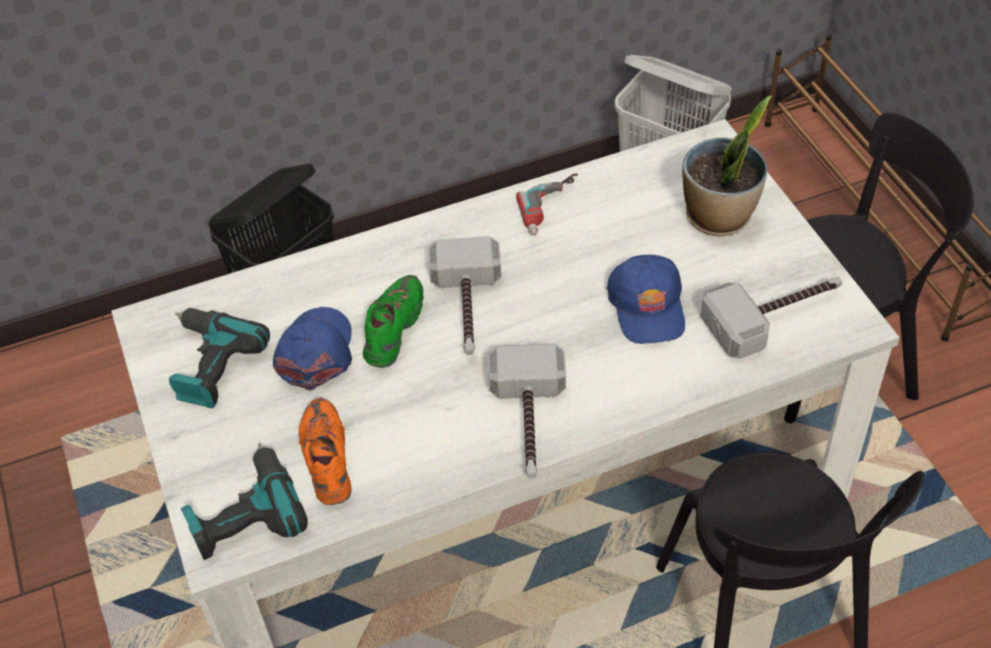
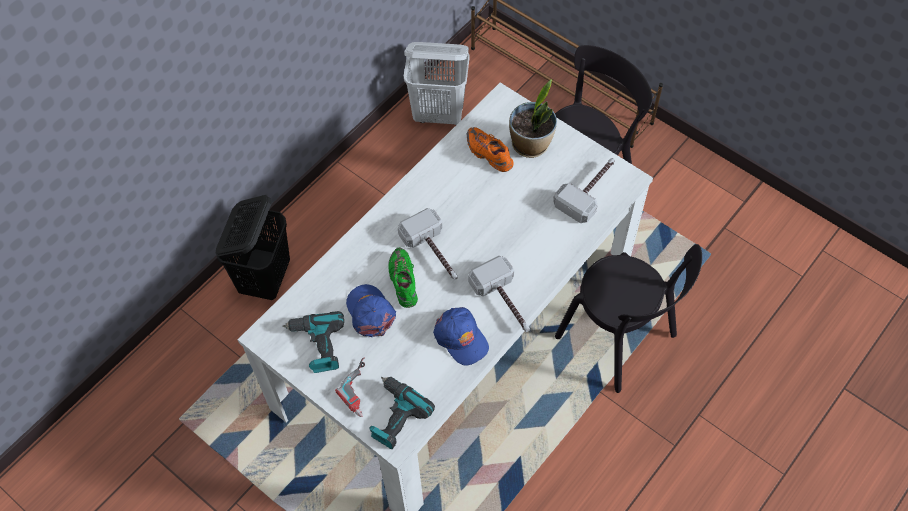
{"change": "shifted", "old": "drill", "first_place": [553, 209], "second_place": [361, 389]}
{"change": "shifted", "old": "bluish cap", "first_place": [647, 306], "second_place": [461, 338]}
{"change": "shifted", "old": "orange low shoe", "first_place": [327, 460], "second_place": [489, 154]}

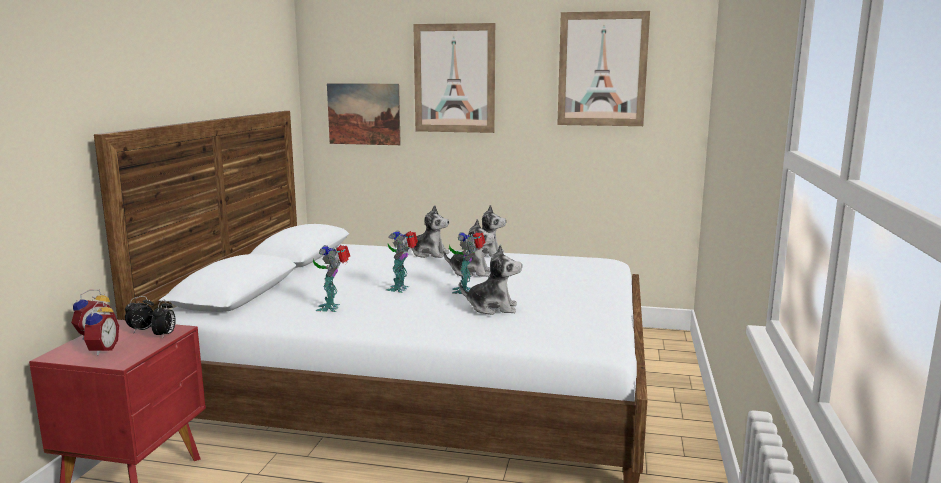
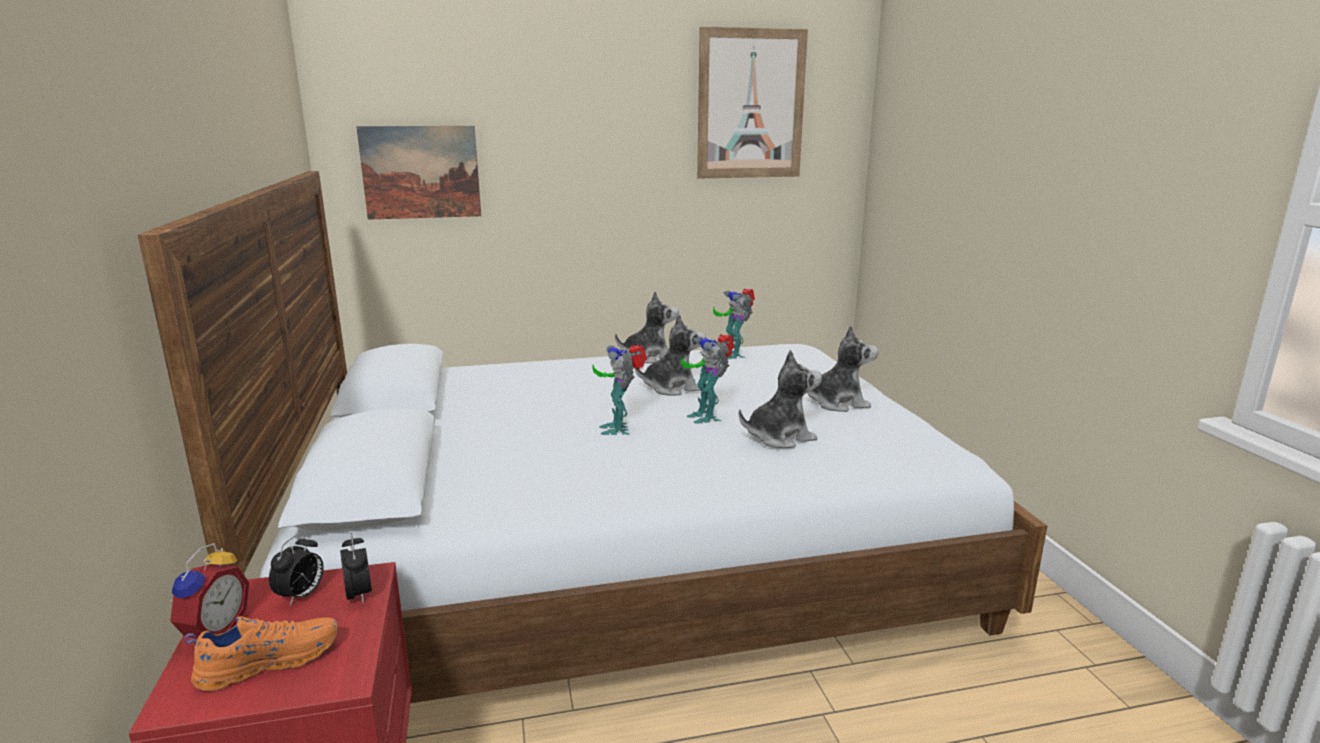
{"change": "swapped", "old": "table clock", "new": "orange low shoe", "first_place": [101, 350], "second_place": [269, 661]}
{"change": "shifted", "old": "model robot", "first_place": [331, 307], "second_place": [733, 354]}
{"change": "shifted", "old": "plush toy", "first_place": [429, 254], "second_place": [837, 403]}
{"change": "gone", "old": "wall picture", "first_place": [454, 78]}

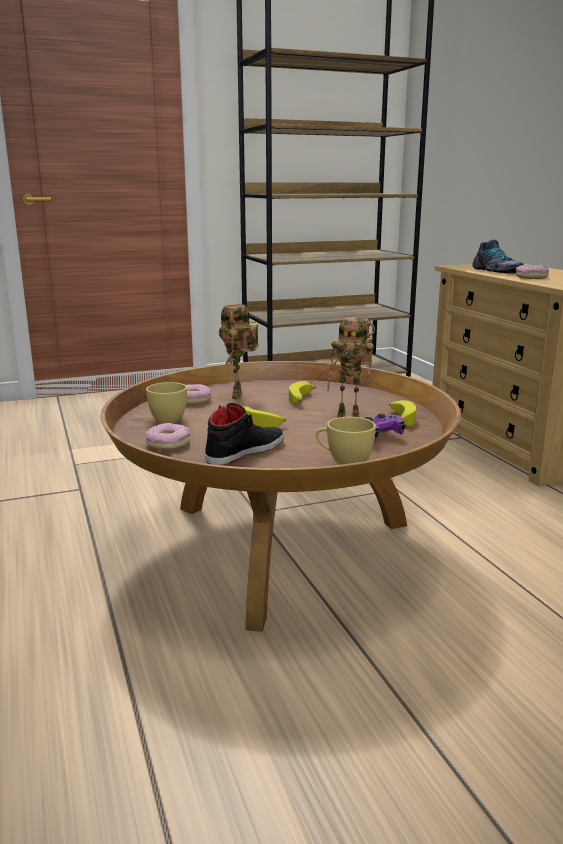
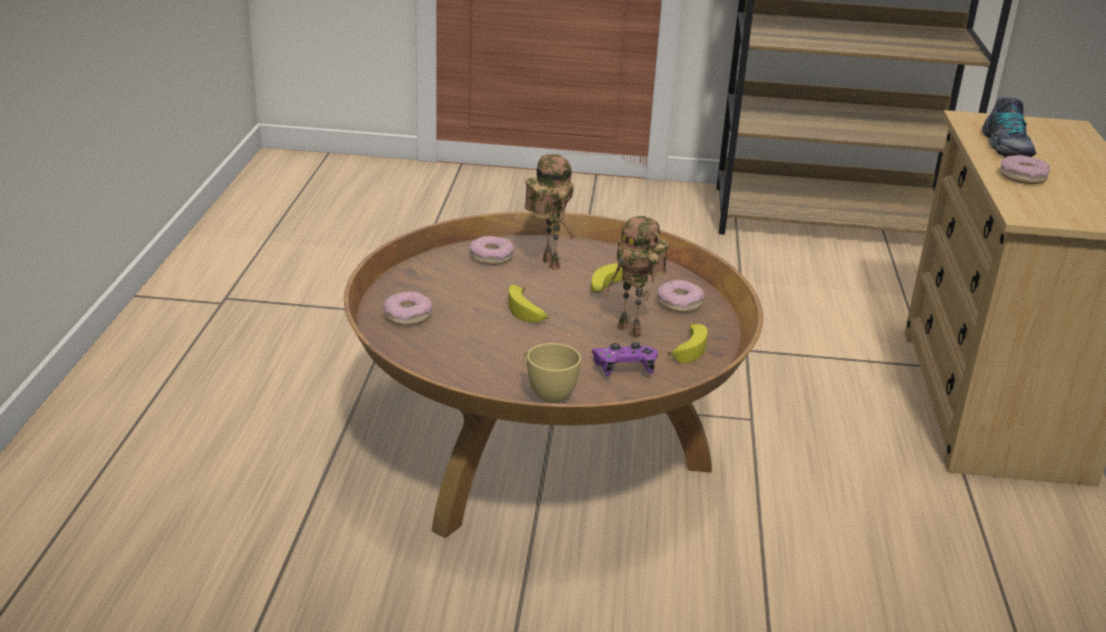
{"change": "rotated", "old": "model robot", "first_place": [239, 396], "second_place": [547, 264], "degrees": 120}
{"change": "new", "new": "ring doughnut", "second_place": [679, 303]}
{"change": "gone", "old": "yellow small cup", "first_place": [169, 418]}
{"change": "gone", "old": "black low shoe", "first_place": [245, 451]}

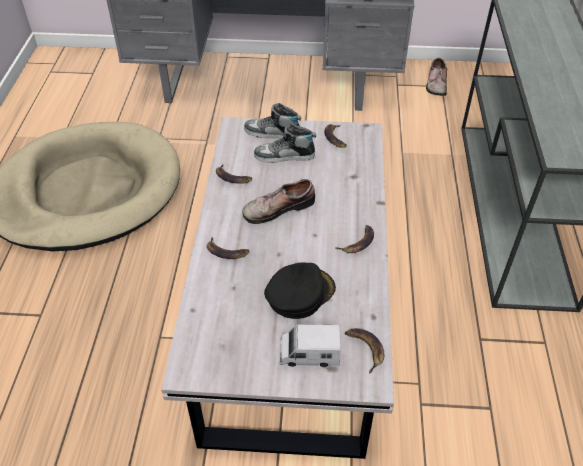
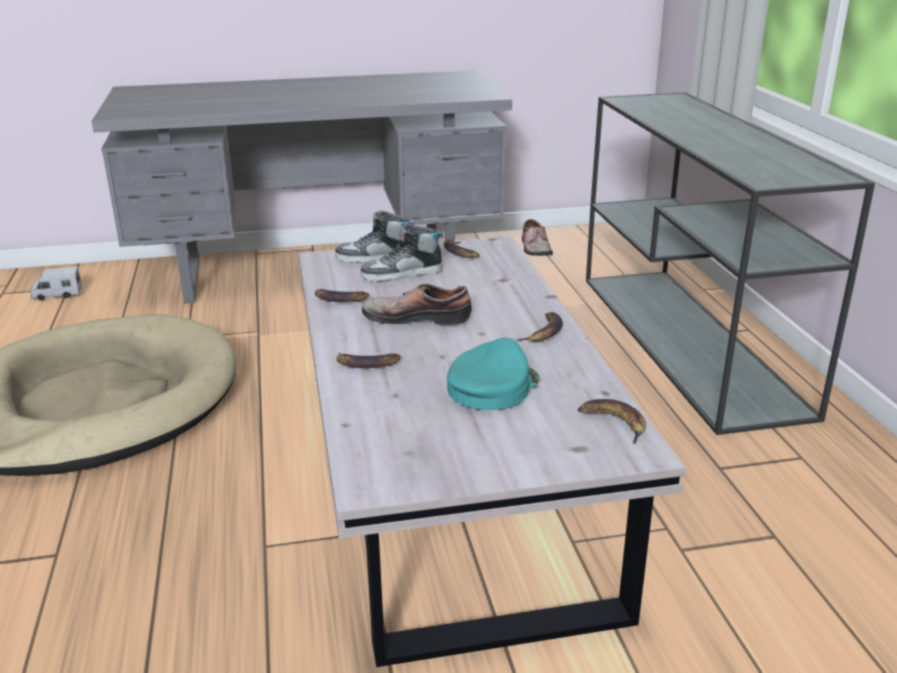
{"change": "shifted", "old": "toy truck", "first_place": [309, 354], "second_place": [57, 294]}
{"change": "rotated", "old": "low shoe", "first_place": [277, 207], "second_place": [417, 316], "degrees": 45}
{"change": "repainted", "old": "black cap", "new": "turquoise-coloured cap", "first_place": [299, 293], "second_place": [492, 386]}

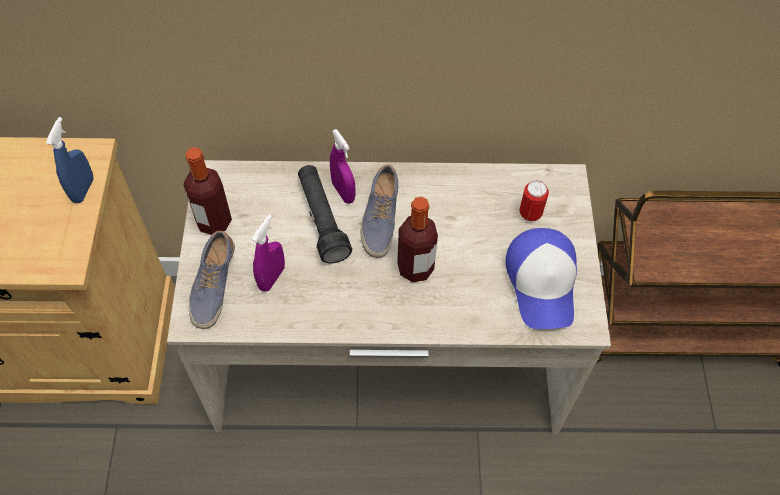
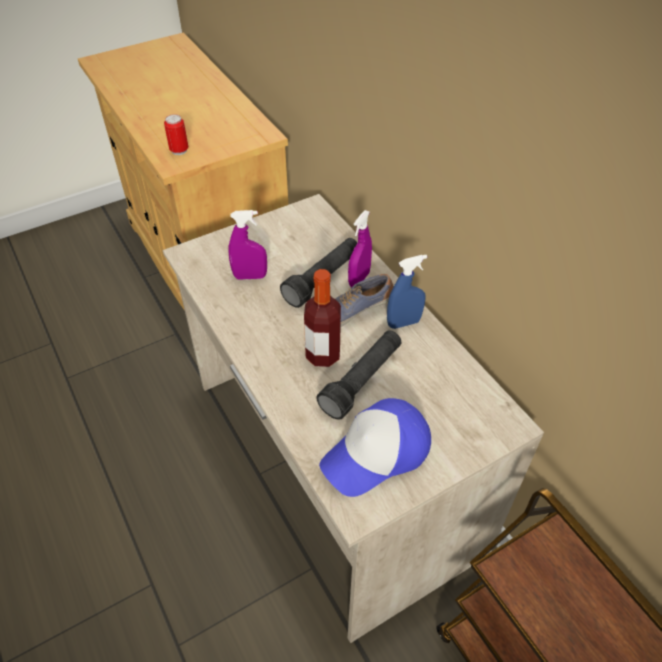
{"change": "shifted", "old": "can", "first_place": [530, 214], "second_place": [179, 150]}
{"change": "new", "new": "black hand torch", "second_place": [362, 380]}
{"change": "shifted", "old": "bluish spray bottle", "first_place": [83, 190], "second_place": [404, 323]}
{"change": "gone", "old": "bottle", "first_place": [214, 221]}
{"change": "gone", "old": "low shoe", "first_place": [213, 286]}

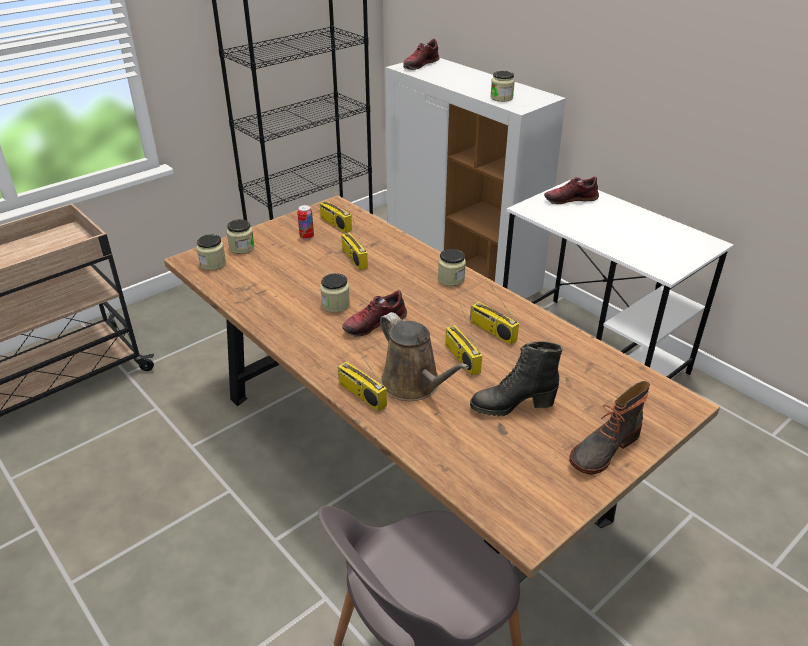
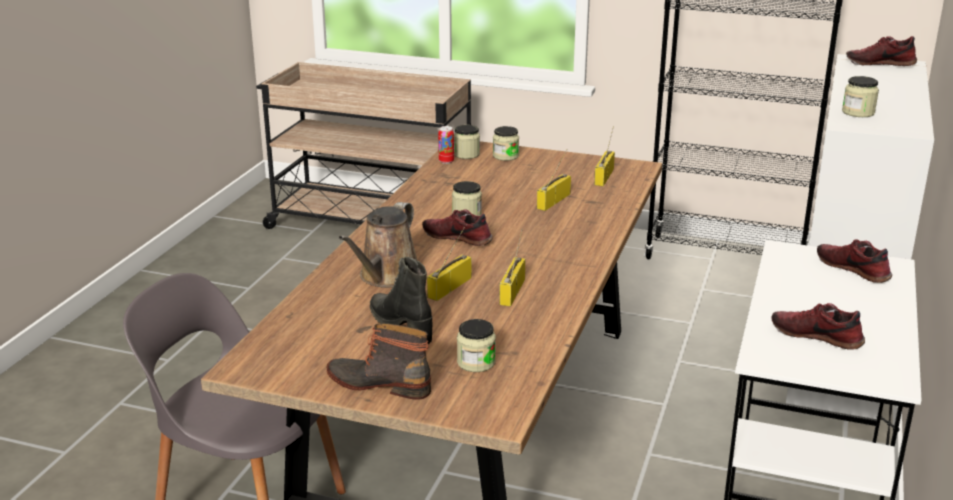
{"change": "shifted", "old": "can", "first_place": [306, 237], "second_place": [446, 161]}
{"change": "shifted", "old": "preserve jar", "first_place": [451, 279], "second_place": [476, 362]}
{"change": "new", "new": "low shoe", "second_place": [817, 336]}
{"change": "gone", "old": "radio receiver", "first_place": [360, 394]}

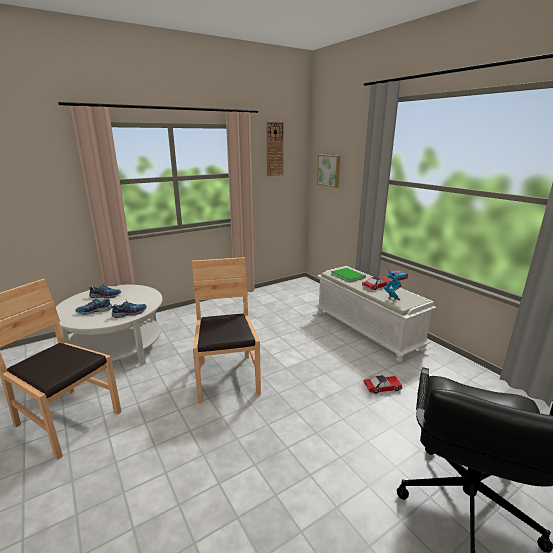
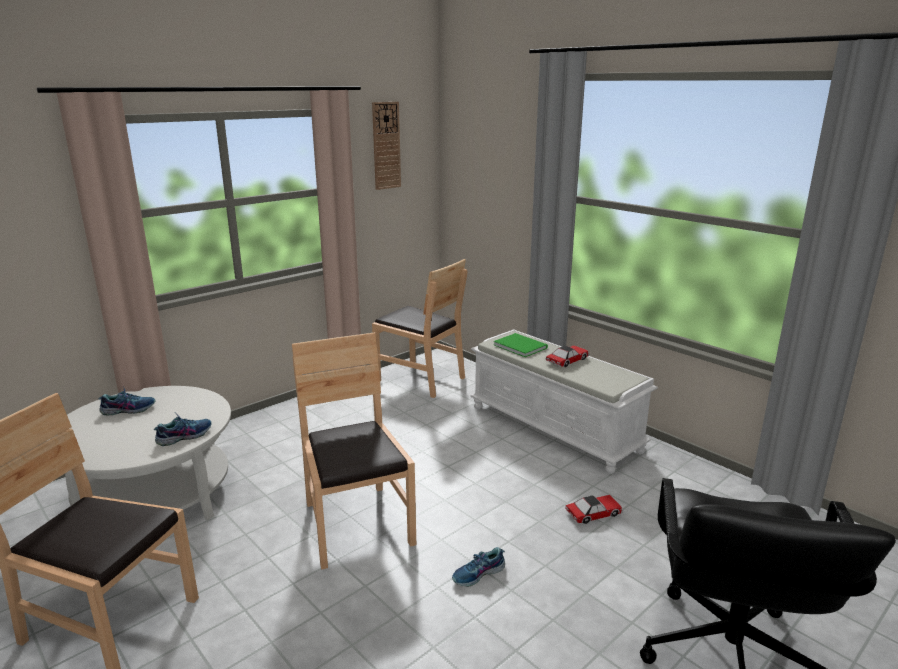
{"change": "new", "new": "brownish upright chair", "second_place": [420, 379]}
{"change": "shifted", "old": "low shoe", "first_place": [94, 311], "second_place": [478, 574]}
{"change": "gone", "old": "wall picture", "first_place": [329, 170]}
{"change": "gone", "old": "model robot", "first_place": [393, 298]}

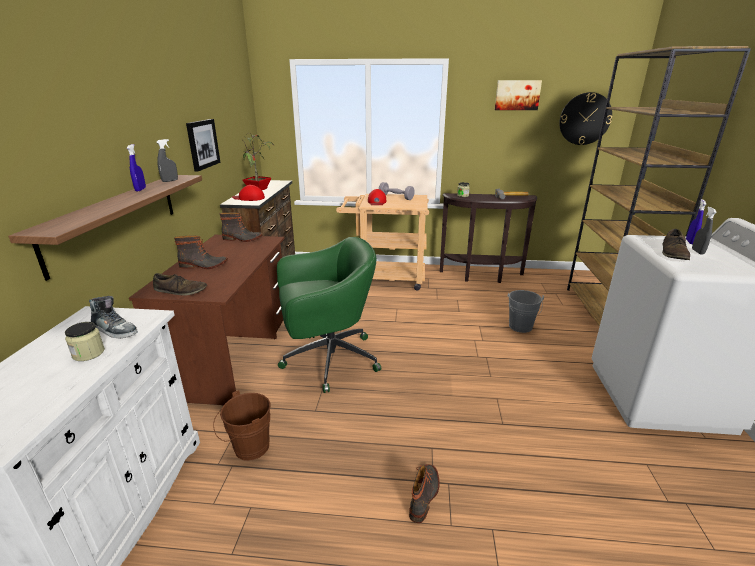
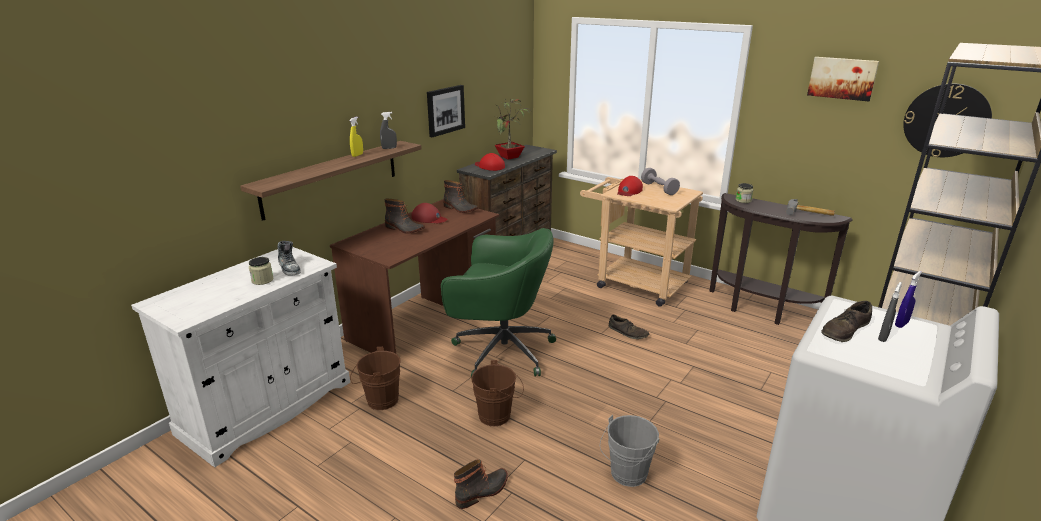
{"change": "repainted", "old": "bluish spray bottle", "new": "yellow spray bottle", "first_place": [140, 189], "second_place": [357, 155]}
{"change": "new", "new": "red cap", "second_place": [429, 218]}
{"change": "new", "new": "brownish pail", "second_place": [498, 416]}
{"change": "shifted", "old": "gray pail", "first_place": [520, 328], "second_place": [626, 475]}
{"change": "shifted", "old": "brownish low shoe", "first_place": [181, 290], "second_place": [628, 332]}

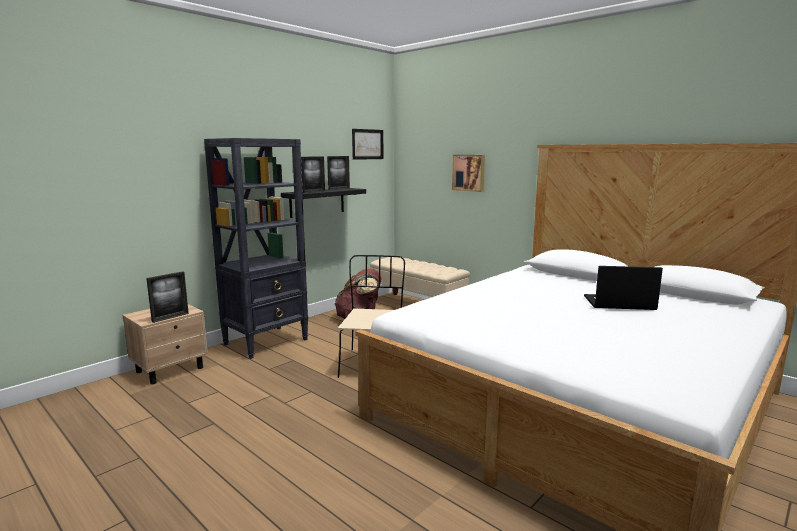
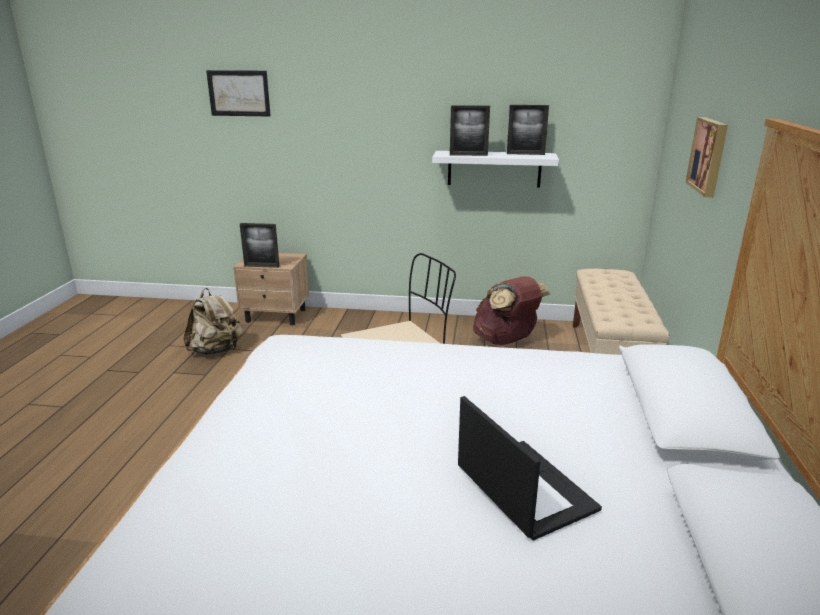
{"change": "new", "new": "sand-coloured backpack", "second_place": [216, 350]}
{"change": "shifted", "old": "wall picture", "first_place": [367, 144], "second_place": [239, 93]}
{"change": "repainted", "old": "black shelf", "new": "white shelf", "first_place": [317, 202], "second_place": [494, 169]}
{"change": "gone", "old": "black bookcase", "first_place": [267, 342]}

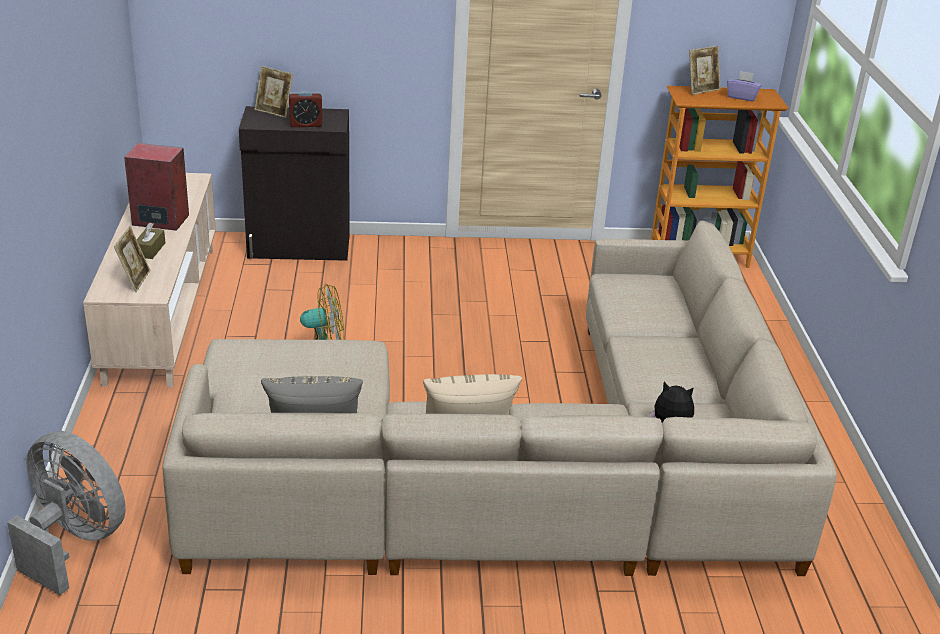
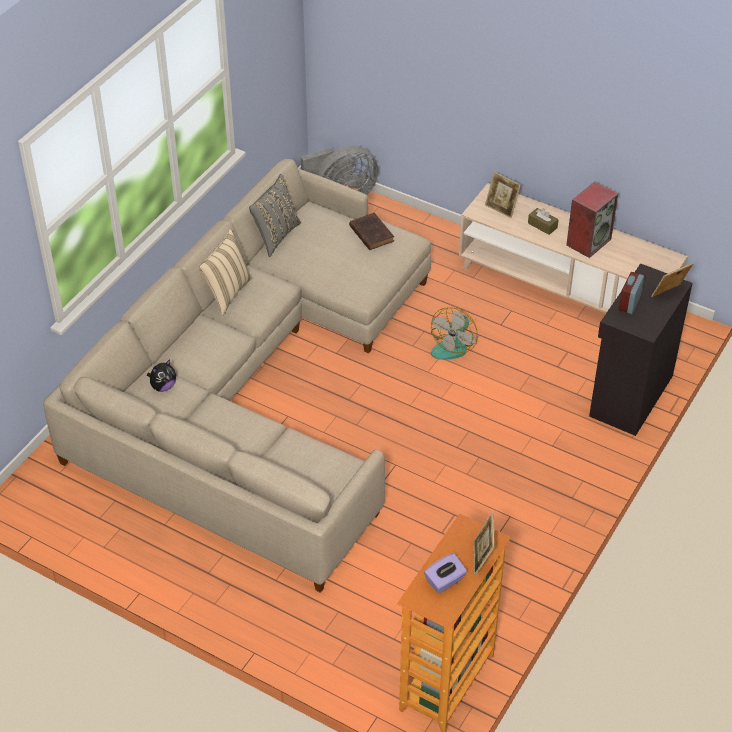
{"change": "new", "new": "brownish bound book", "second_place": [371, 233]}

